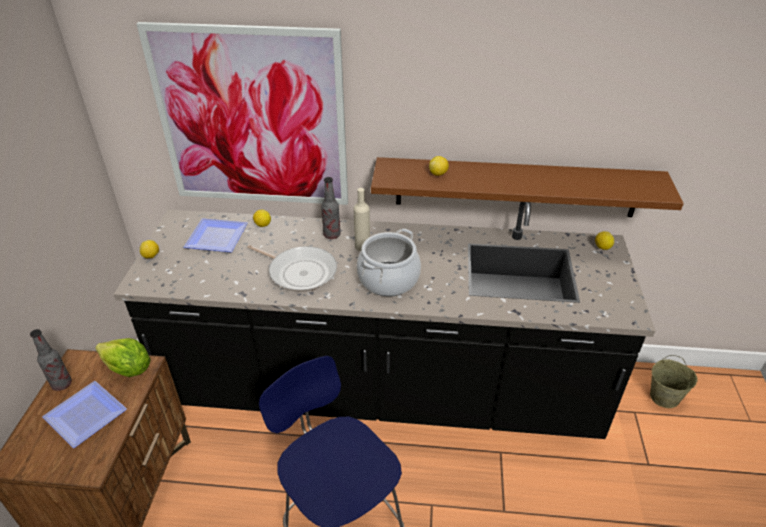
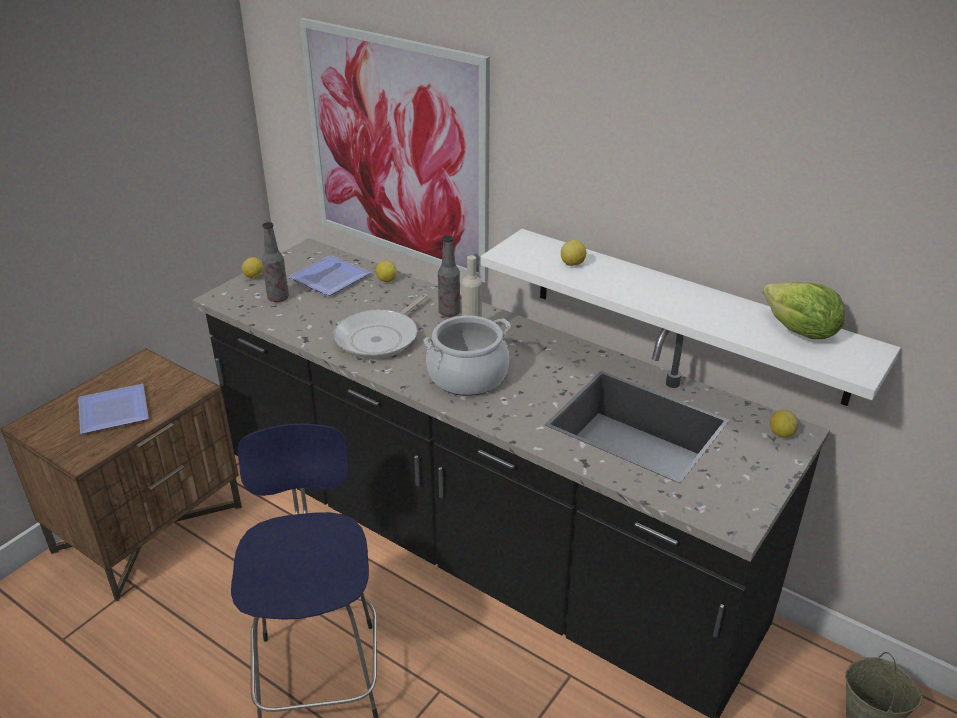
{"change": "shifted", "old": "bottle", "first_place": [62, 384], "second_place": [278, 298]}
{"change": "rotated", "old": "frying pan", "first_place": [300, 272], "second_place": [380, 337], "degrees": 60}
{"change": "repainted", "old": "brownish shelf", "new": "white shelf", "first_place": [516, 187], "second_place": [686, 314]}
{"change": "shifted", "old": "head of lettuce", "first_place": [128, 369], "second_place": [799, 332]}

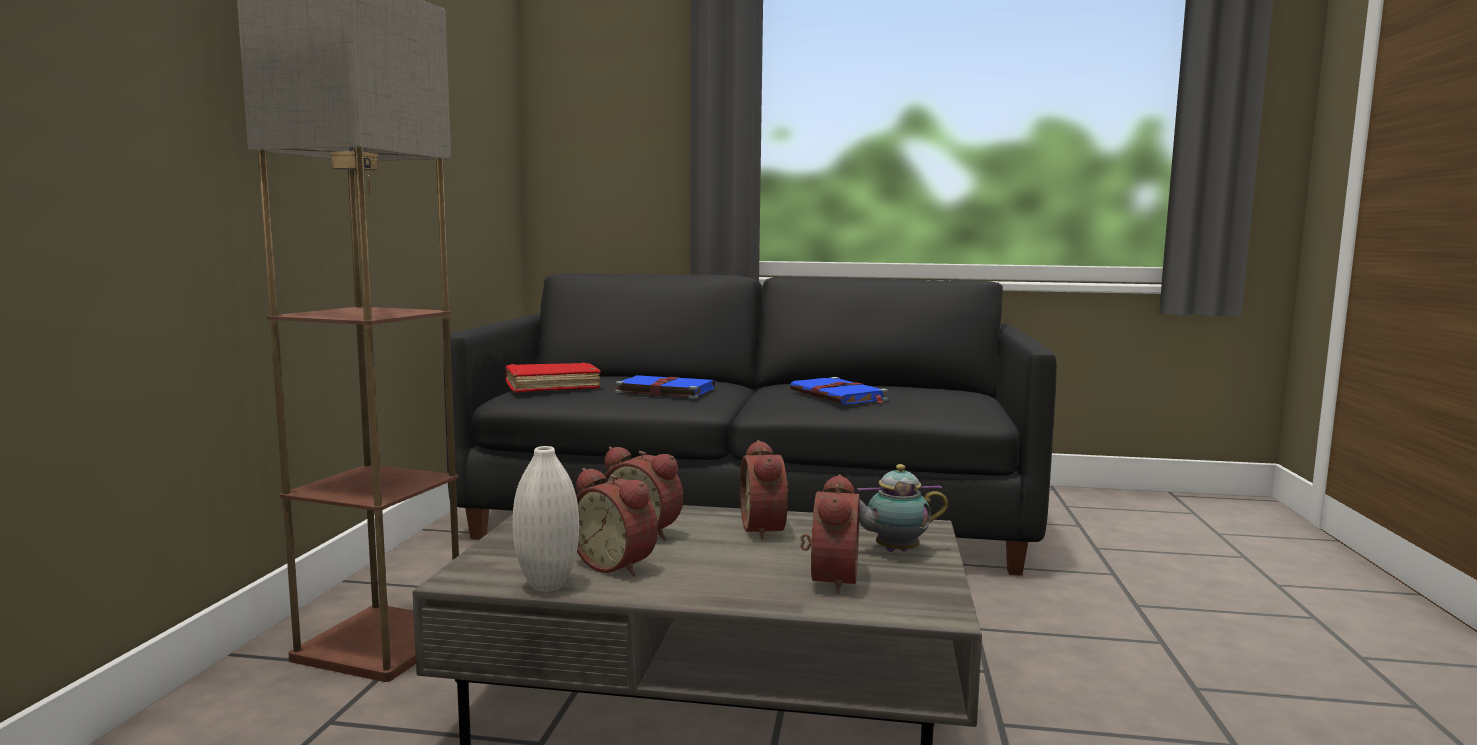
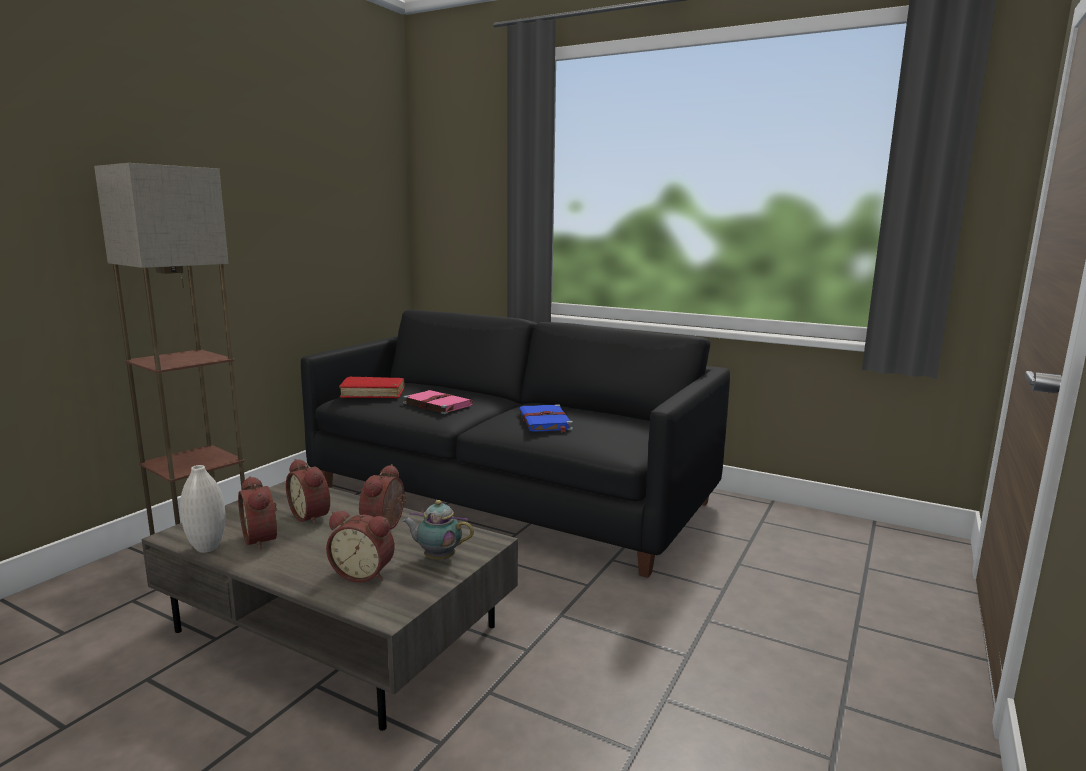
{"change": "rotated", "old": "table clock", "first_place": [828, 579], "second_place": [364, 573], "degrees": 75}
{"change": "repainted", "old": "bluish bound book", "new": "pinkish bound book", "first_place": [664, 390], "second_place": [436, 404]}

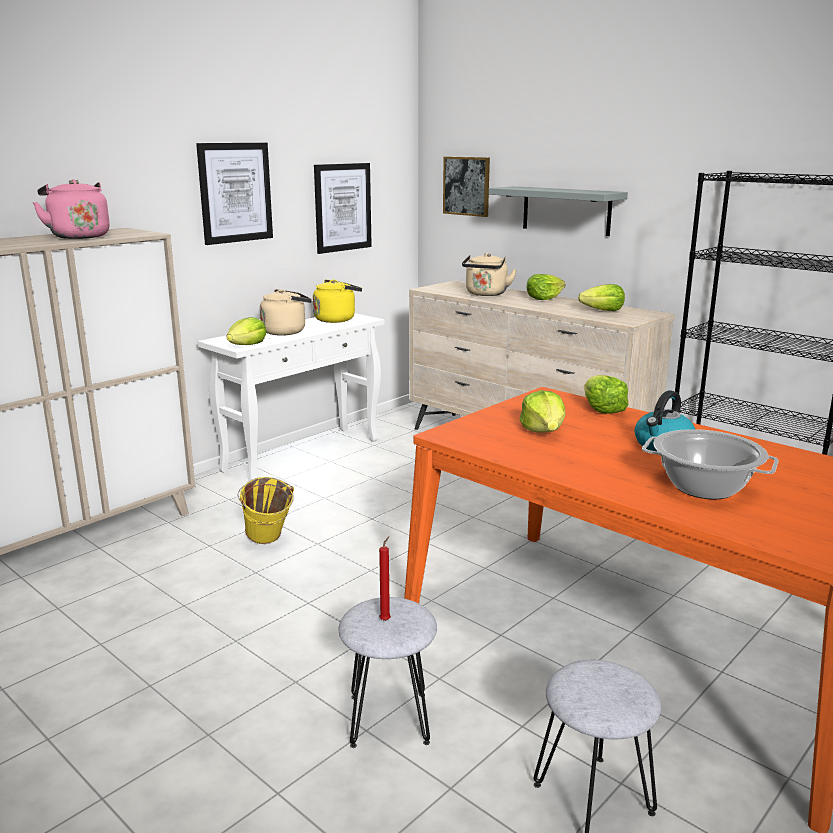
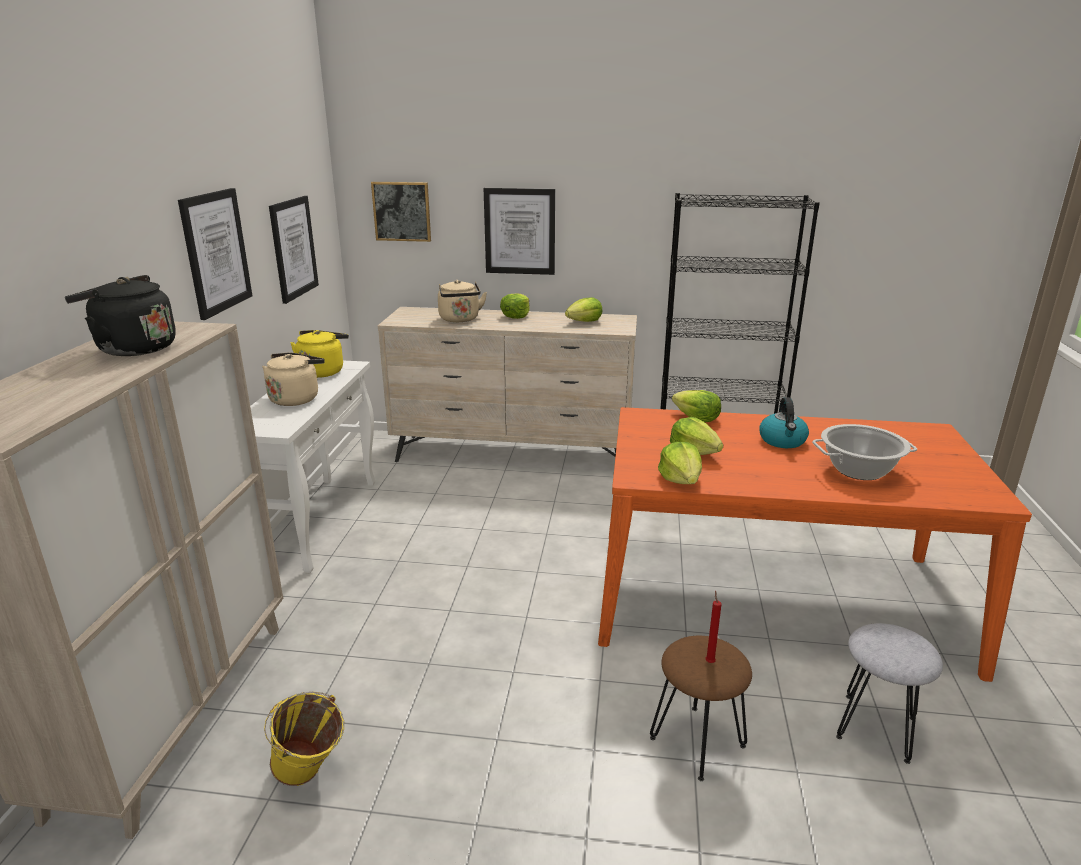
{"change": "repainted", "old": "pinkish water kettle", "new": "black water kettle", "first_place": [78, 236], "second_place": [132, 349]}
{"change": "shifted", "old": "yellow pail", "first_place": [268, 542], "second_place": [310, 776]}
{"change": "swapped", "old": "gray shelf", "new": "wall picture", "first_place": [566, 210], "second_place": [520, 231]}
{"change": "repainted", "old": "gray sitting stool", "new": "brownish sitting stool", "first_place": [388, 719], "second_place": [697, 742]}
{"change": "shifted", "old": "head of lettuce", "first_place": [247, 345], "second_place": [681, 480]}

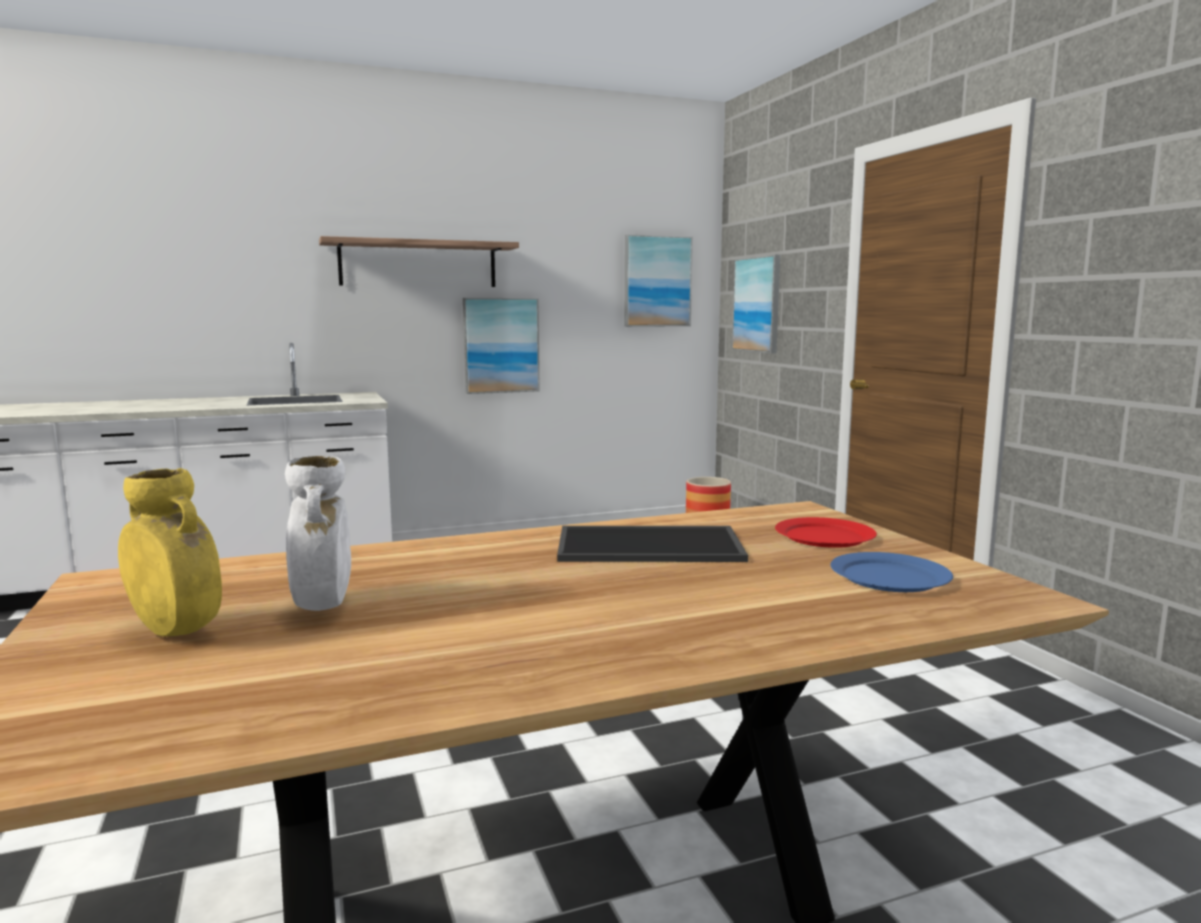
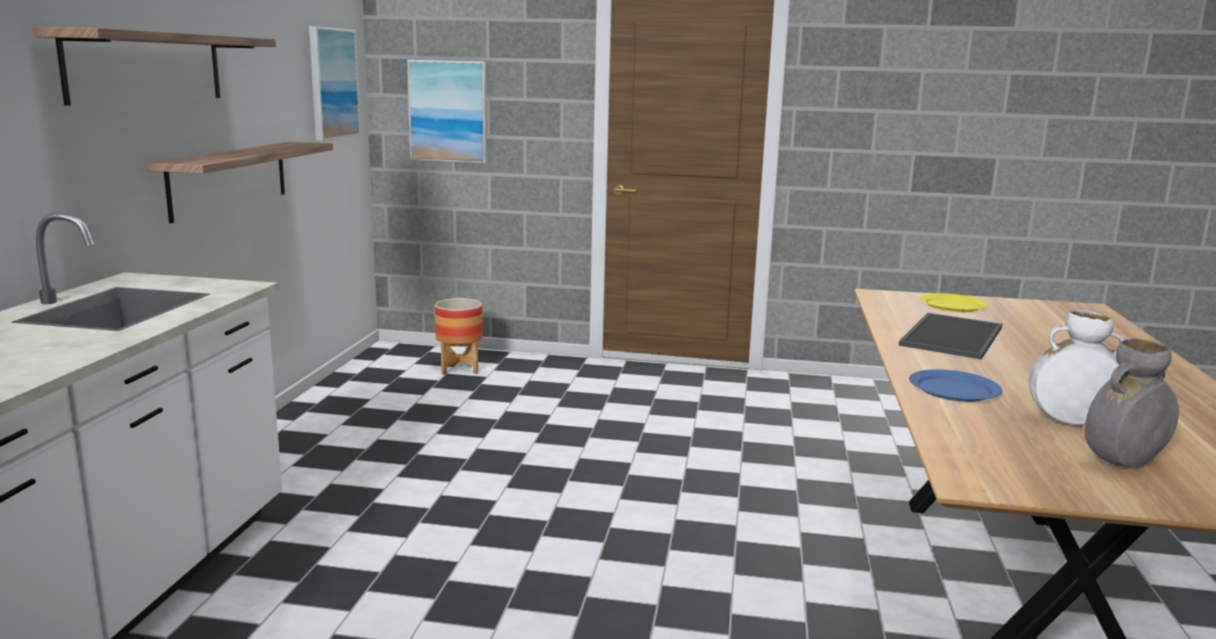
{"change": "swapped", "old": "wall picture", "new": "shelf", "first_place": [501, 345], "second_place": [229, 179]}
{"change": "shifted", "old": "bluish flat dish", "first_place": [888, 577], "second_place": [953, 389]}
{"change": "repainted", "old": "red flat dish", "new": "yellow flat dish", "first_place": [824, 537], "second_place": [953, 305]}
{"change": "repainted", "old": "yellow flower vase", "new": "gray flower vase", "first_place": [177, 632], "second_place": [1123, 463]}

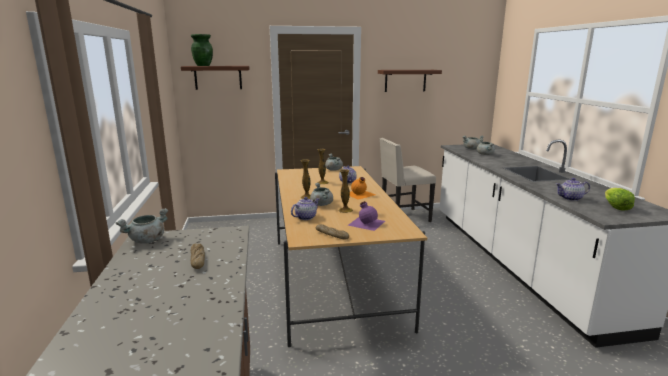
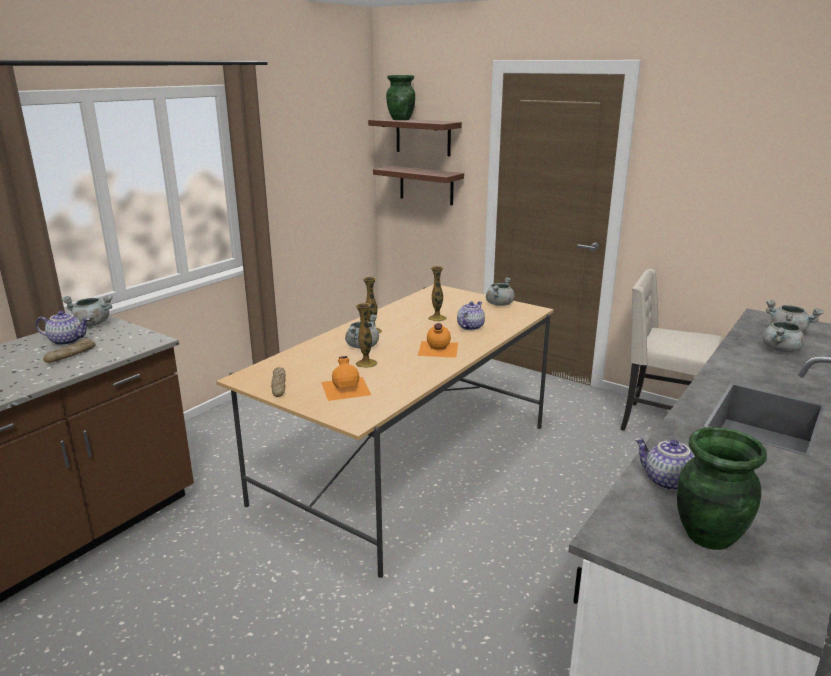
{"change": "shifted", "old": "tea pot", "first_place": [305, 217], "second_place": [67, 341]}
{"change": "repainted", "old": "purple bottle", "new": "orange bottle", "first_place": [366, 222], "second_place": [346, 388]}
{"change": "shifted", "old": "brownish shelf", "first_place": [405, 80], "second_place": [426, 185]}
{"change": "swapped", "old": "head of lettuce", "new": "greenish flower vase", "first_place": [615, 207], "second_place": [707, 535]}

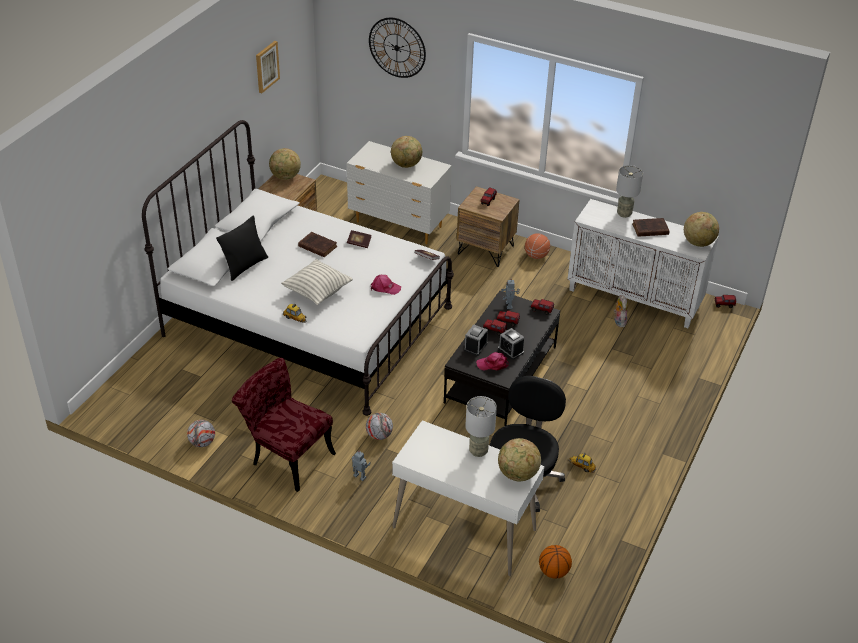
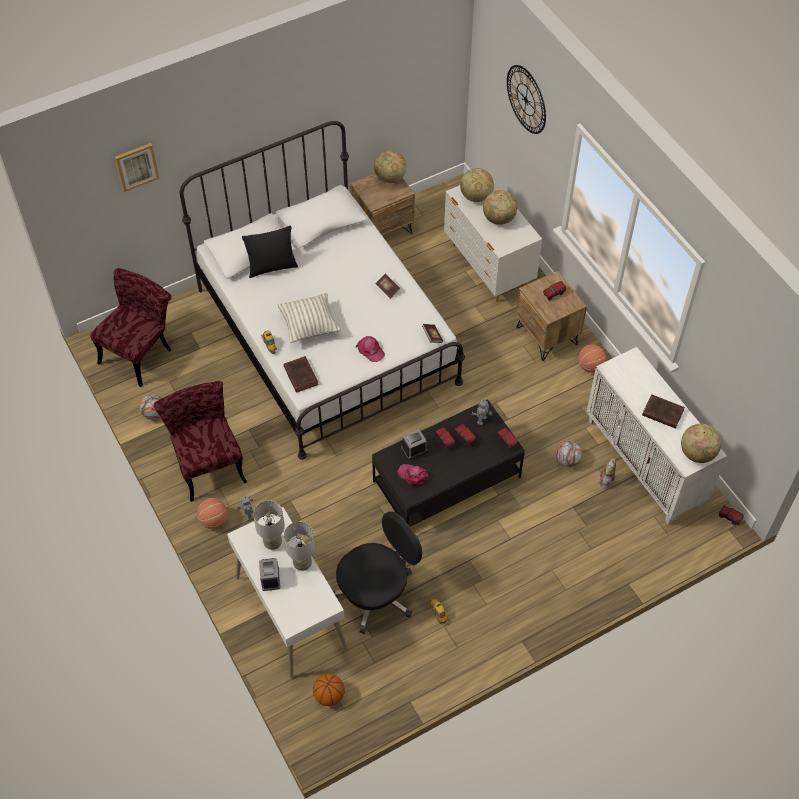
{"change": "new", "new": "red upright chair", "second_place": [140, 351]}
{"change": "shifted", "old": "wall picture", "first_place": [266, 66], "second_place": [136, 166]}
{"change": "new", "new": "basketball ball", "second_place": [213, 520]}
{"change": "shifted", "old": "gray tabletop lamp", "first_place": [624, 214], "second_place": [272, 542]}
{"change": "shifted", "old": "table clock", "first_place": [510, 350], "second_place": [270, 578]}
{"change": "shifted", "old": "brownish bound book", "first_place": [317, 246], "second_place": [300, 375]}
{"change": "shifted", "old": "world globe", "first_place": [518, 474], "second_place": [476, 196]}
{"change": "shifted", "old": "ball for football", "first_place": [379, 435], "second_place": [567, 460]}

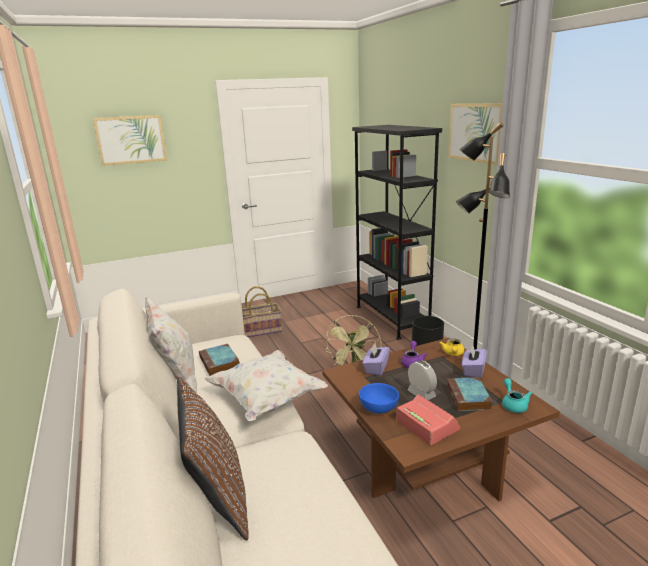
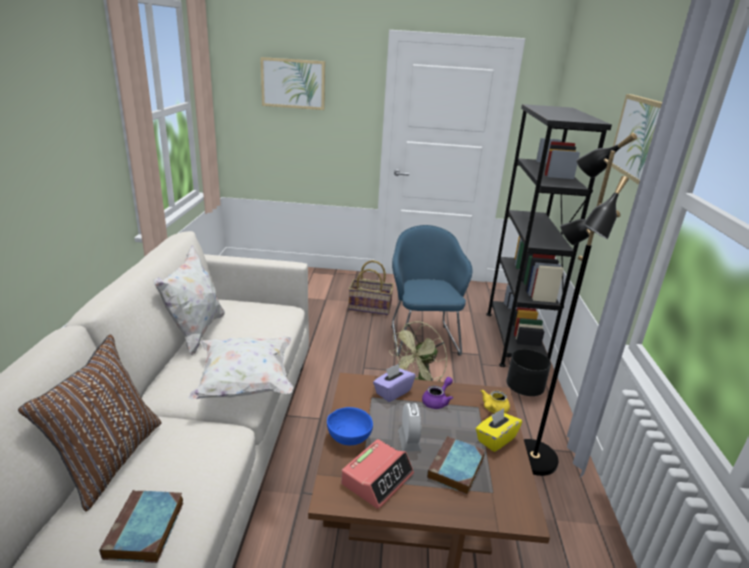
{"change": "shifted", "old": "bound book", "first_place": [220, 363], "second_place": [145, 531]}
{"change": "rotated", "old": "table clock", "first_place": [426, 425], "second_place": [377, 479], "degrees": 45}
{"change": "new", "new": "bluish lounge chair", "second_place": [423, 337]}
{"change": "repainted", "old": "purple box of tissues", "new": "yellow box of tissues", "first_place": [473, 370], "second_place": [495, 439]}
{"change": "gone", "old": "turquoise-coloured tea pot", "first_place": [513, 404]}

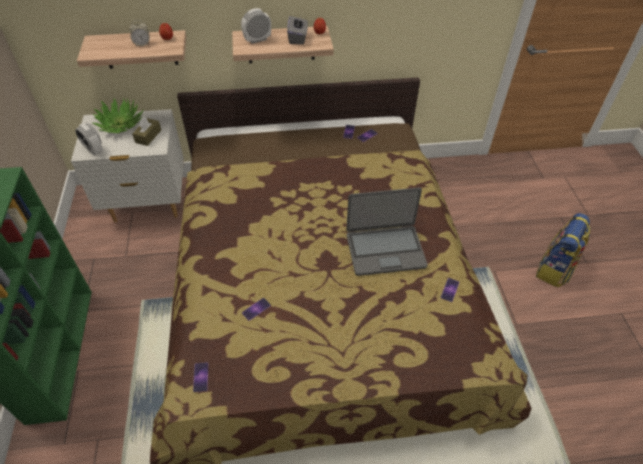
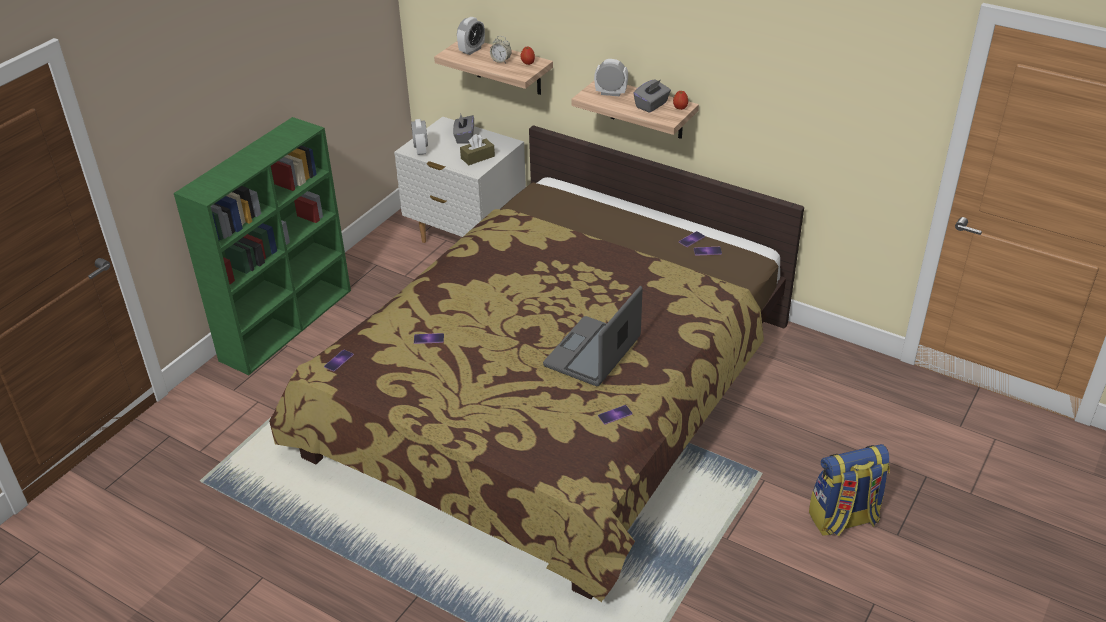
{"change": "swapped", "old": "potted plant", "new": "gray box of tissues", "first_place": [120, 124], "second_place": [464, 137]}
{"change": "new", "new": "table clock", "second_place": [472, 50]}
{"change": "rotated", "old": "laptop", "first_place": [385, 250], "second_place": [593, 353], "degrees": 90}

